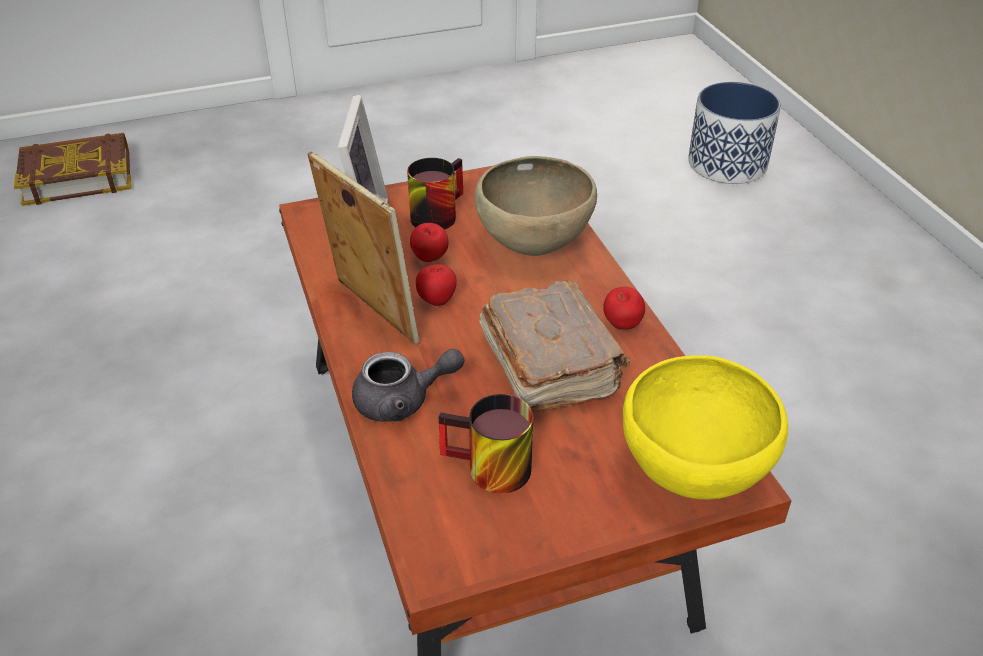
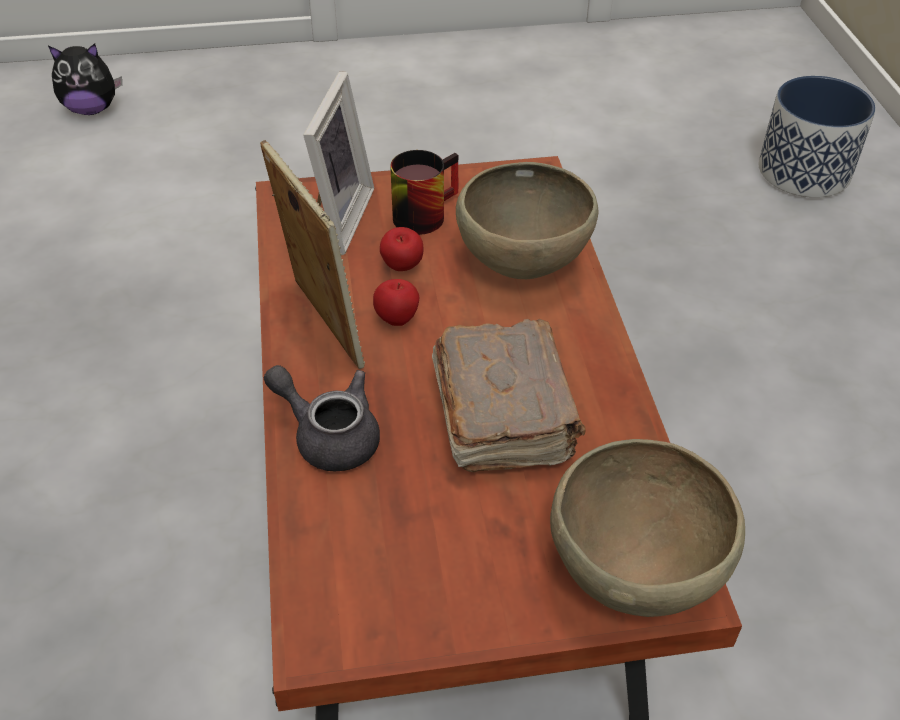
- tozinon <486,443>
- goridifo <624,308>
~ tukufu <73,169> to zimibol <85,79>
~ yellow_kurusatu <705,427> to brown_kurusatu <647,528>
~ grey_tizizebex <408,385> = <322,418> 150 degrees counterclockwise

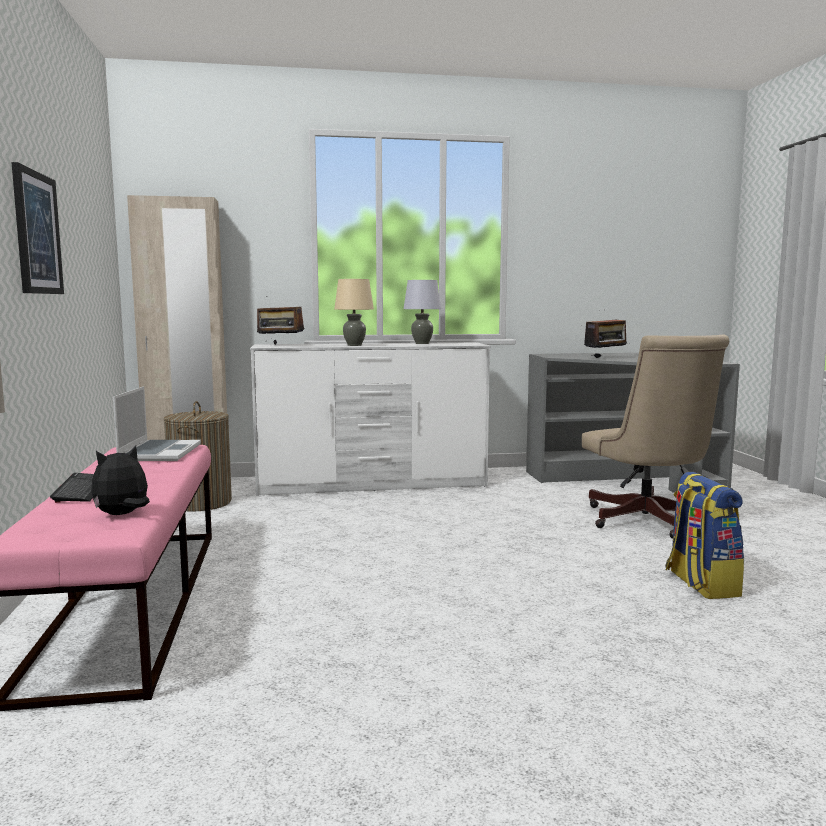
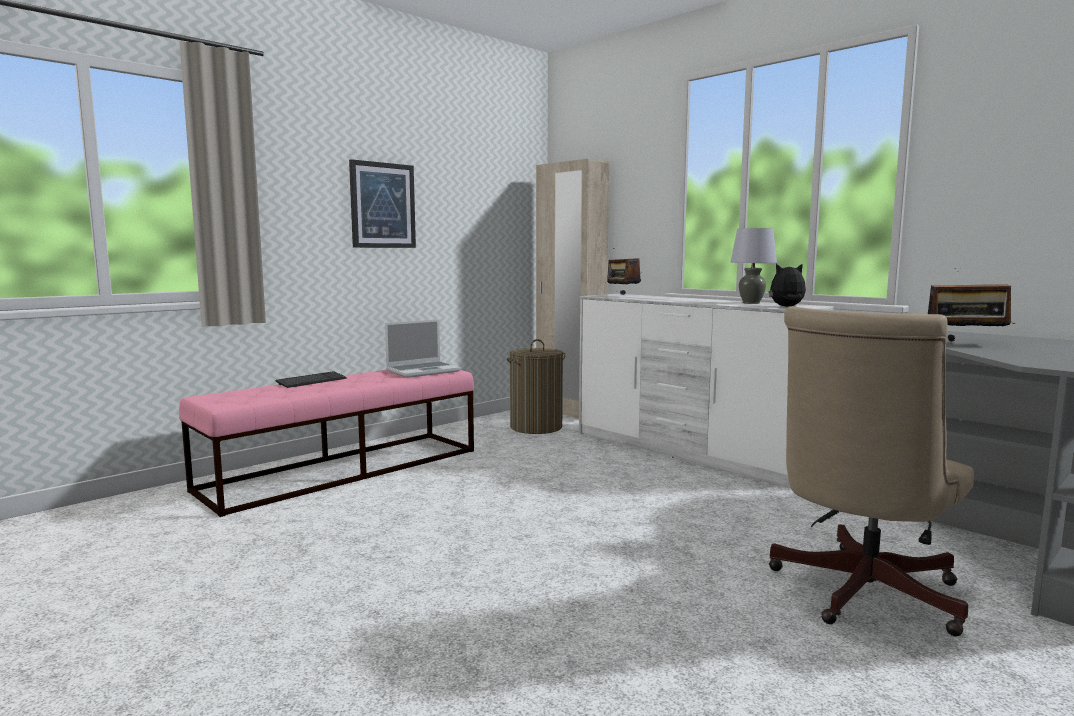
- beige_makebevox <354,312>
- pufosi <704,535>
~ zimibol <120,480> to <787,285>

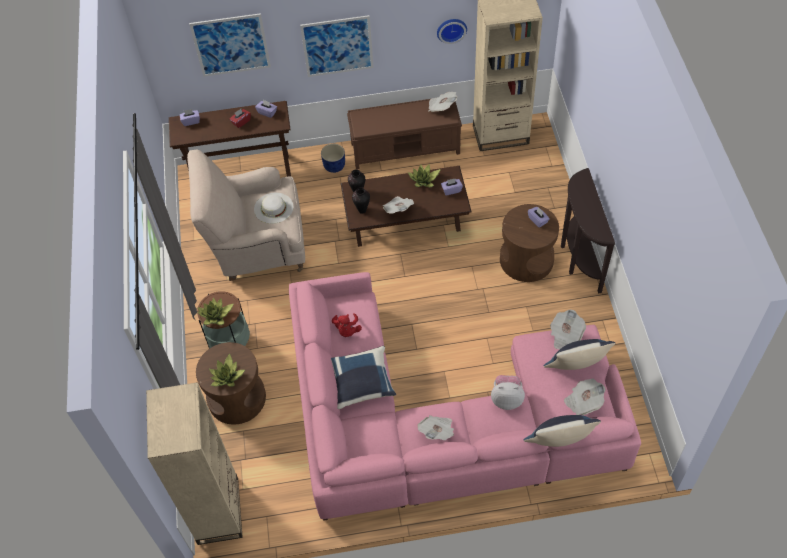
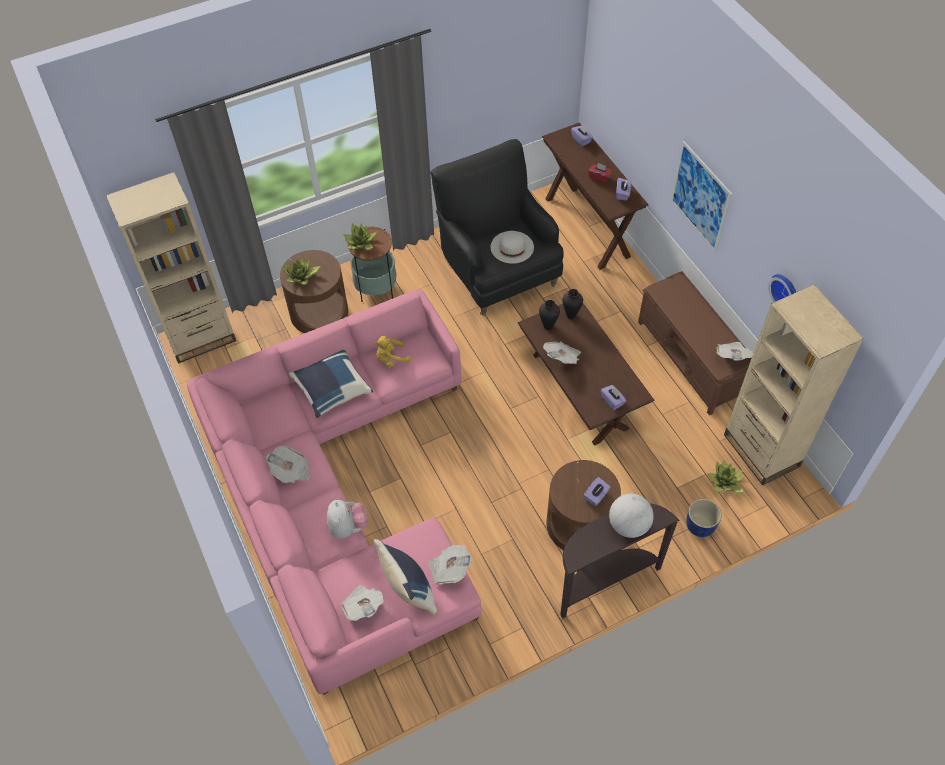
- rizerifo <230,45>
- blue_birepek <562,431>
+ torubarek <631,516>
~ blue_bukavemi <333,158> to <703,518>
~ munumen <424,175> to <725,476>
~ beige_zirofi <246,215> to black_zirofi <497,227>
~ red_zimibol <347,325> to yellow_zimibol <393,352>

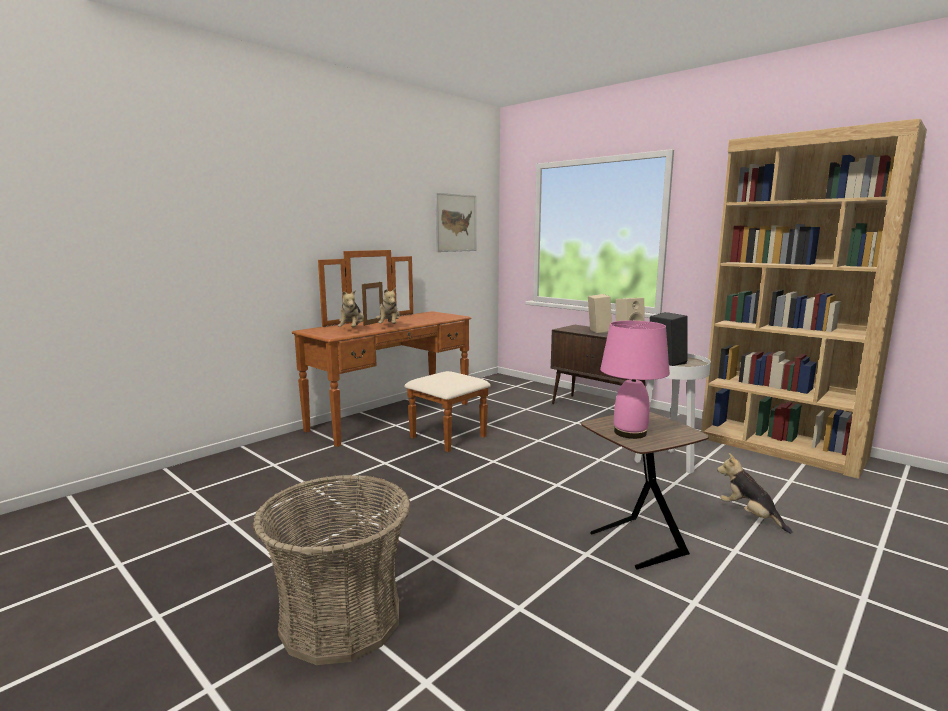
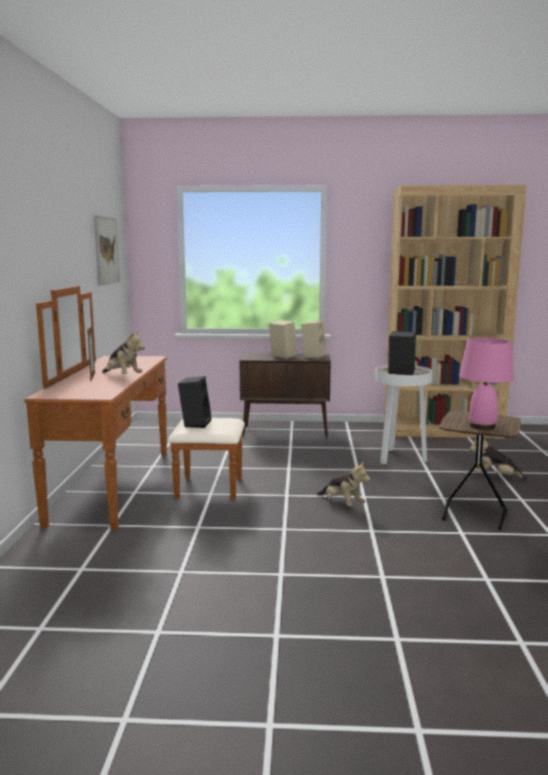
- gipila <332,570>
+ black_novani <195,402>
~ zimibol <351,308> to <344,484>

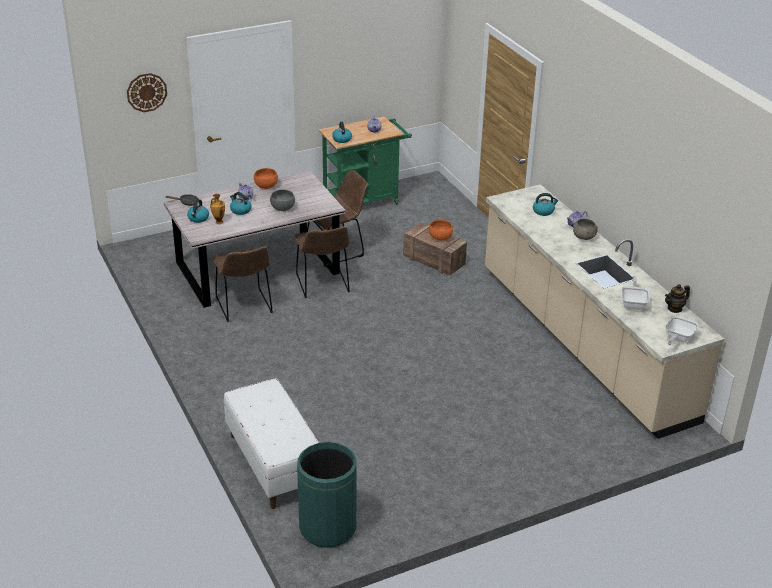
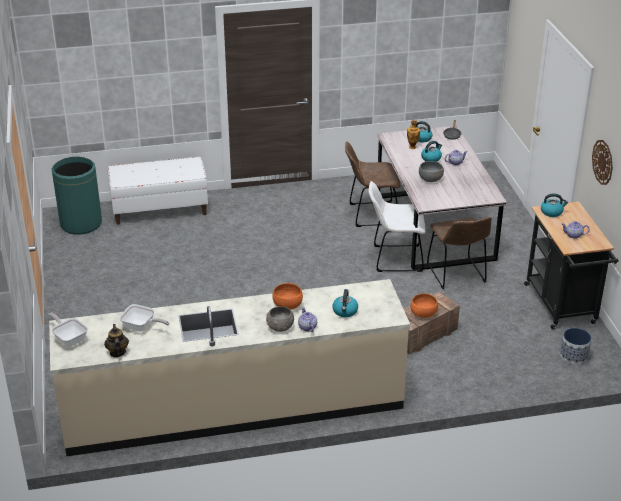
+ bukavemi <576,346>
~ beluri <147,92> to <602,162>
~ orange_kurusatu <266,178> to <287,296>
~ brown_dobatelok <322,262> to white_dobatelok <396,226>
~ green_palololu <365,160> to black_palololu <571,265>

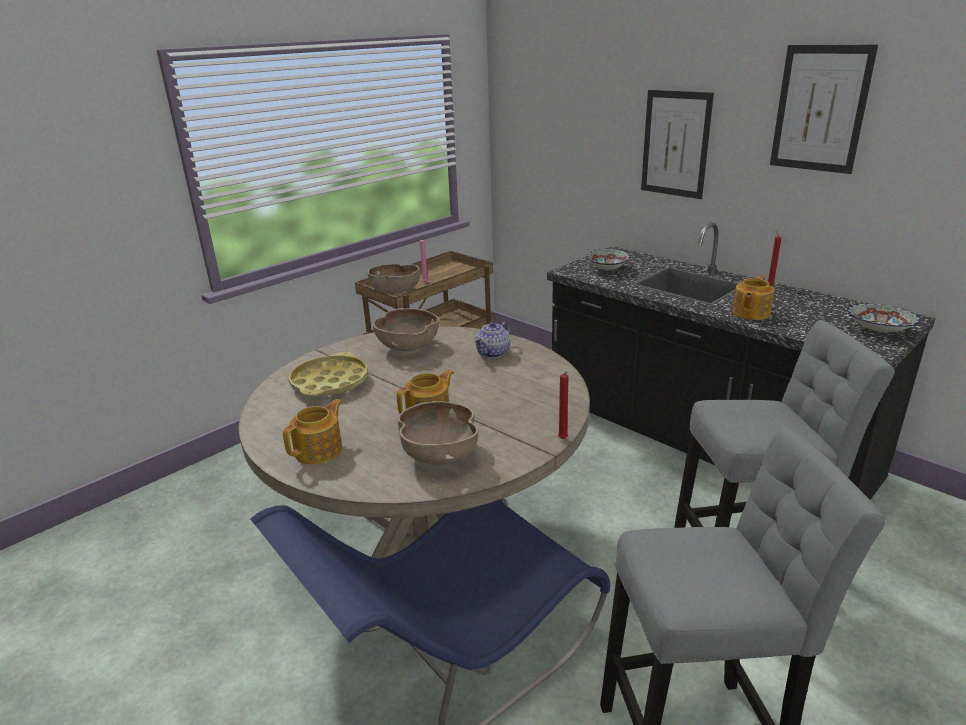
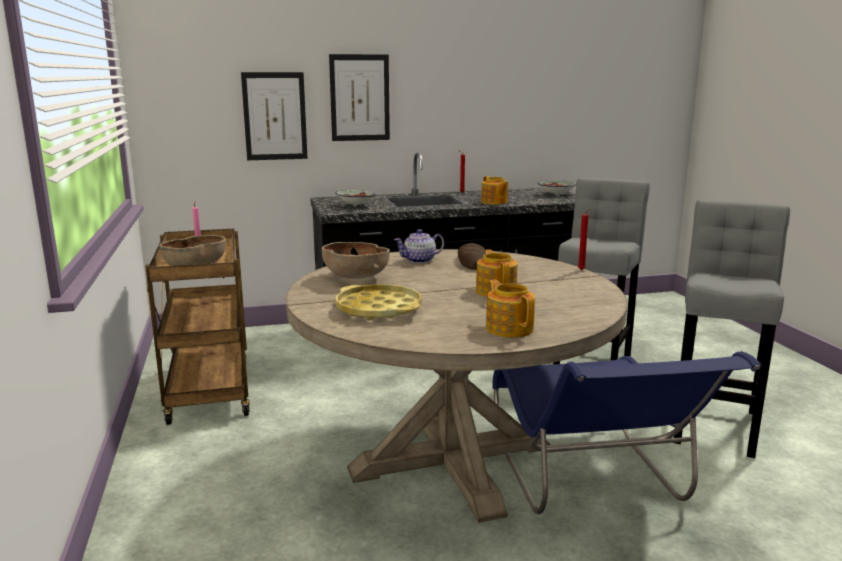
- brown_kurusatu <438,433>
+ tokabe <472,256>
~ rizerifo <824,109> to <274,116>
~ tizizebex <492,339> = <419,246> 90 degrees clockwise

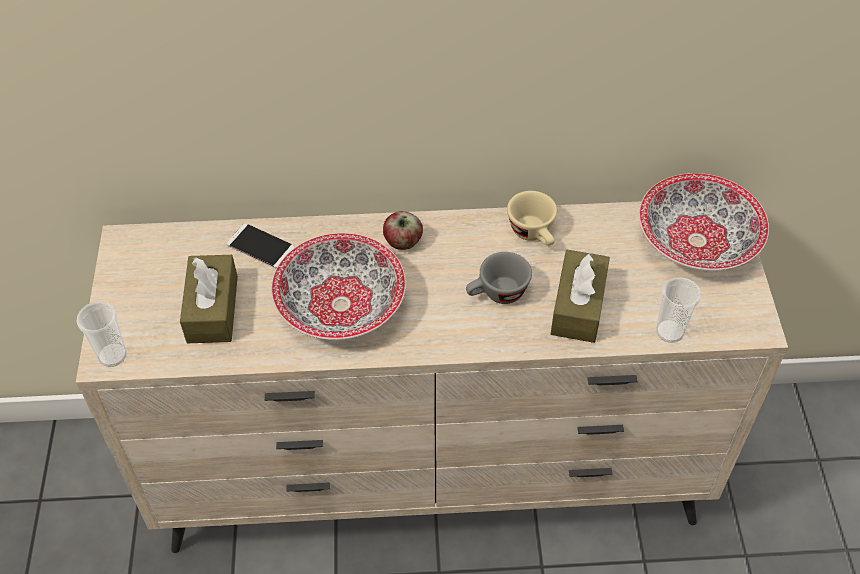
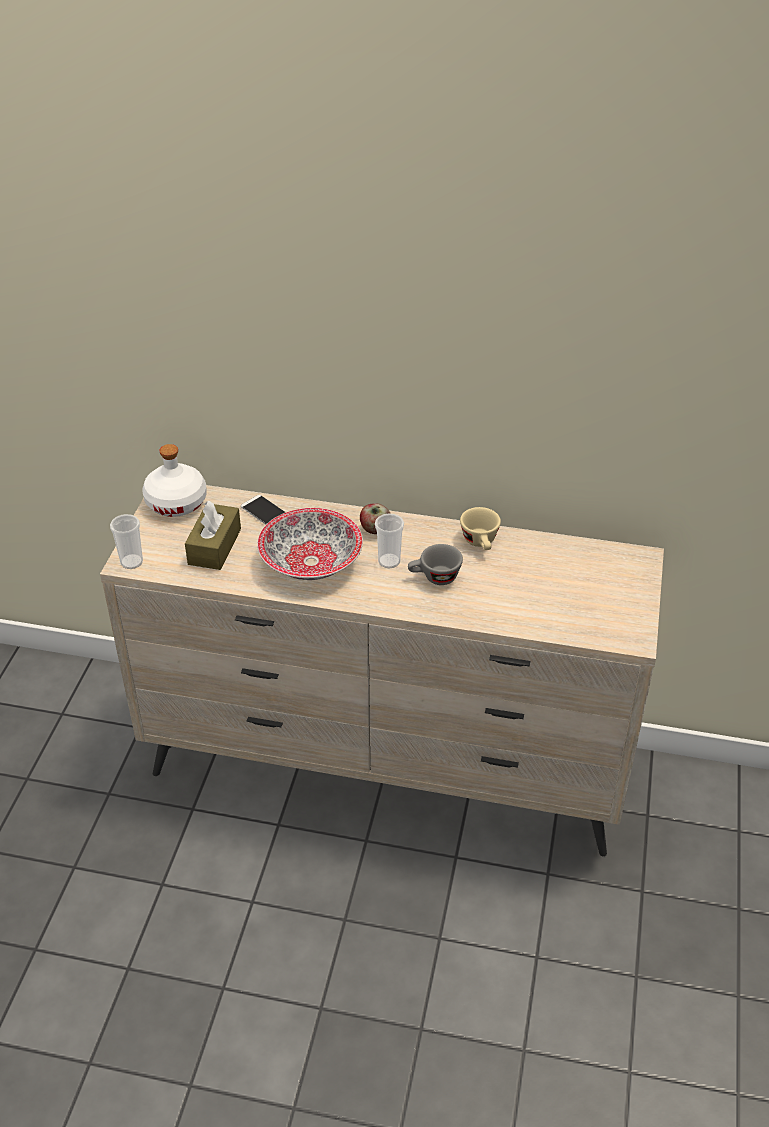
- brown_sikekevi <580,296>
- kurusatu <704,222>
+ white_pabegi <174,480>
~ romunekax <678,310> to <389,540>

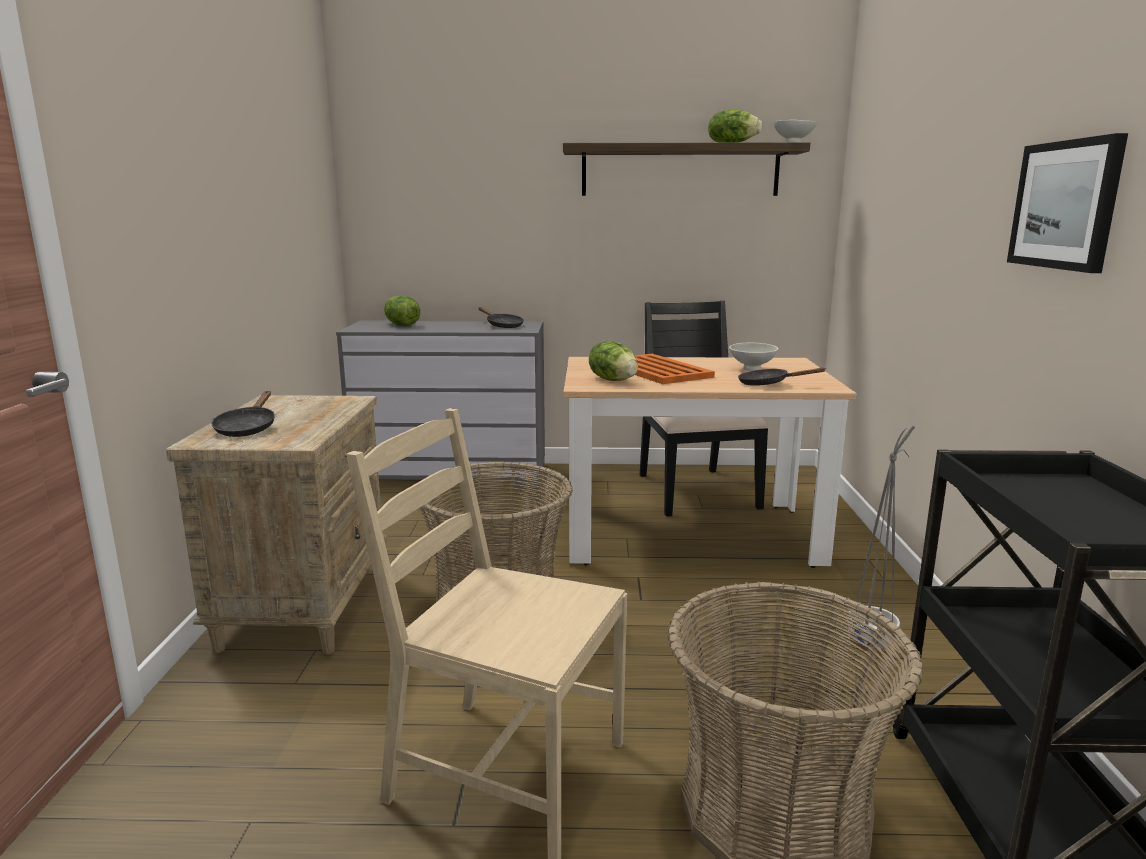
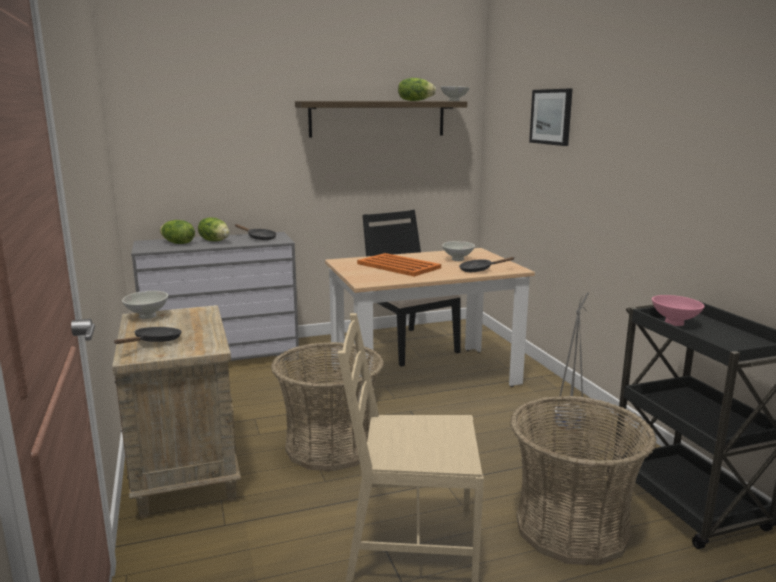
+ white_kurusatu <145,305>
+ pink_kurusatu <678,310>
~ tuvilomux <613,361> to <214,229>
~ rizerifo <1067,203> to <550,117>
~ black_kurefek <243,414> = <148,335> 135 degrees counterclockwise

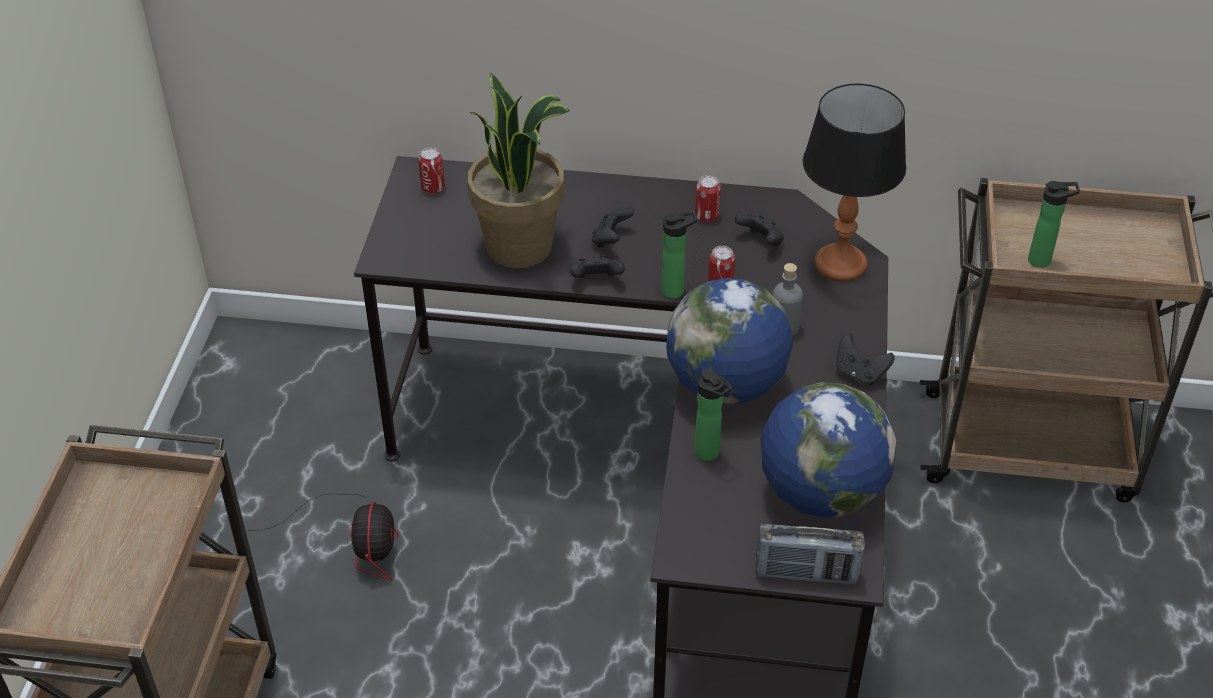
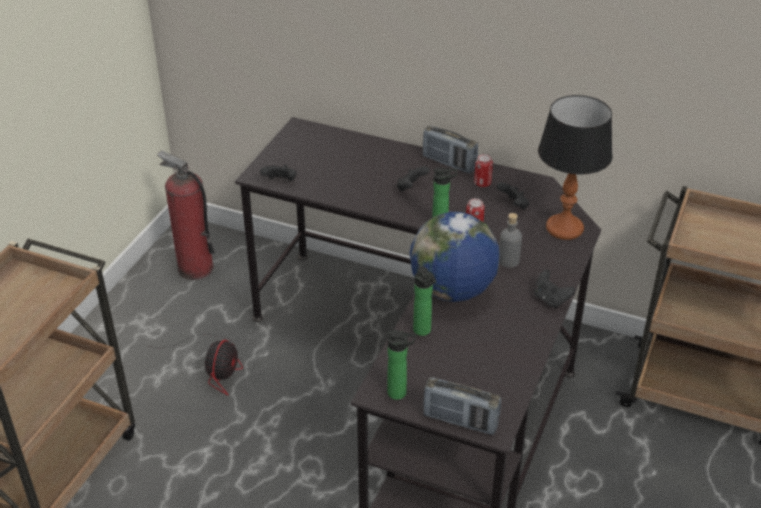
- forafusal <431,170>
- munumen <518,170>
- torubarek <828,450>
+ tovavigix <185,215>
+ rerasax <450,149>
~ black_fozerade <597,266> to <278,173>
~ pabegi <1054,224> to <401,365>

